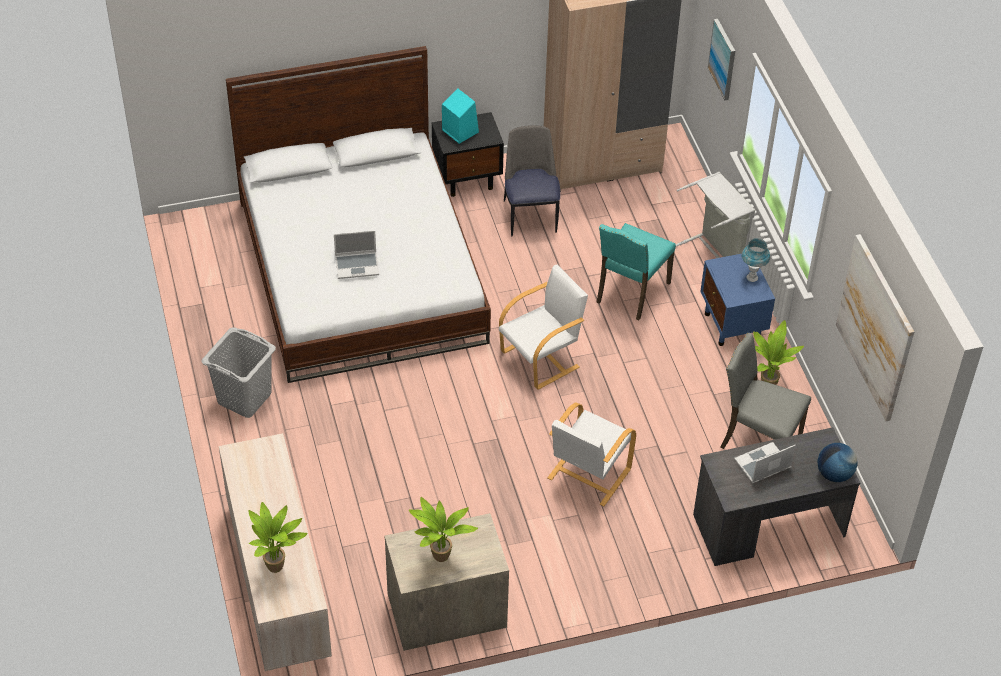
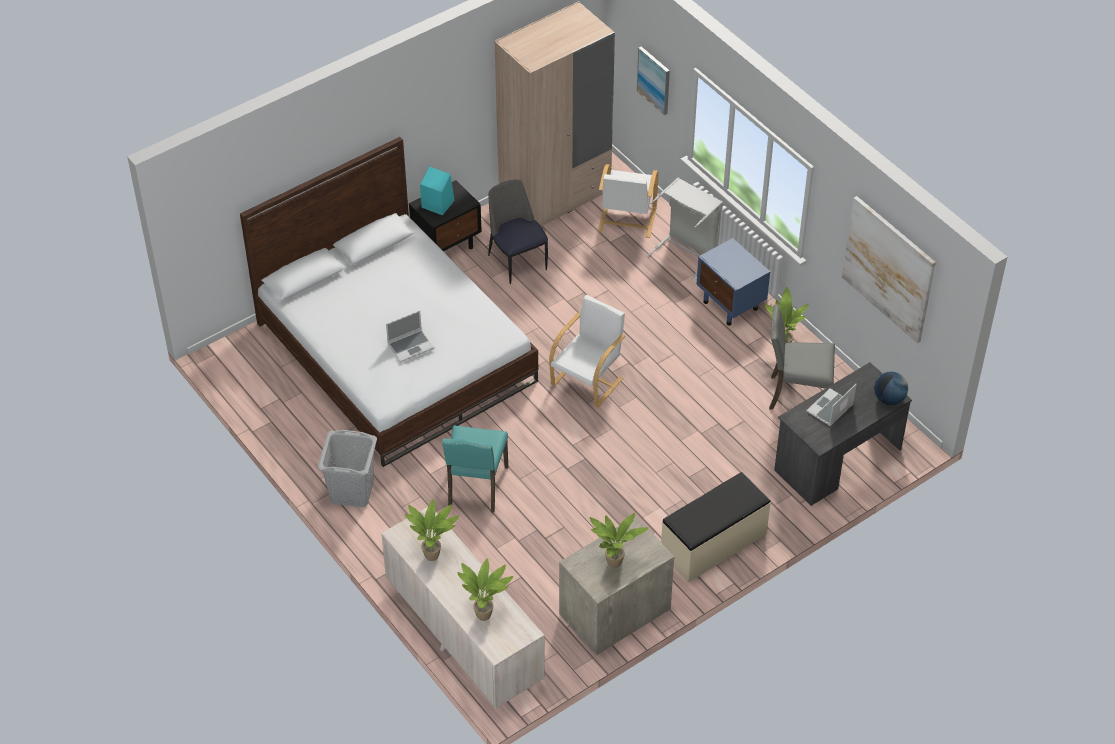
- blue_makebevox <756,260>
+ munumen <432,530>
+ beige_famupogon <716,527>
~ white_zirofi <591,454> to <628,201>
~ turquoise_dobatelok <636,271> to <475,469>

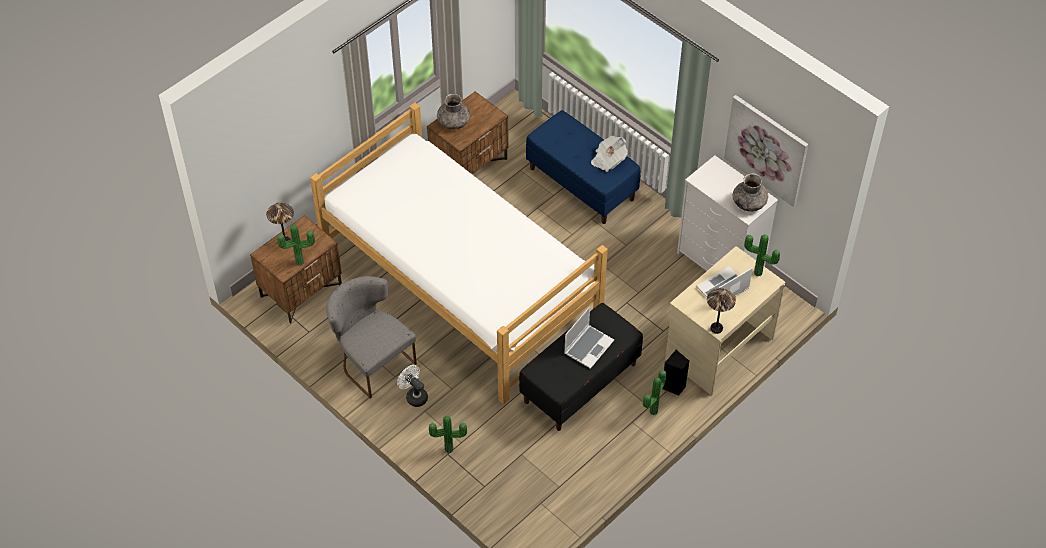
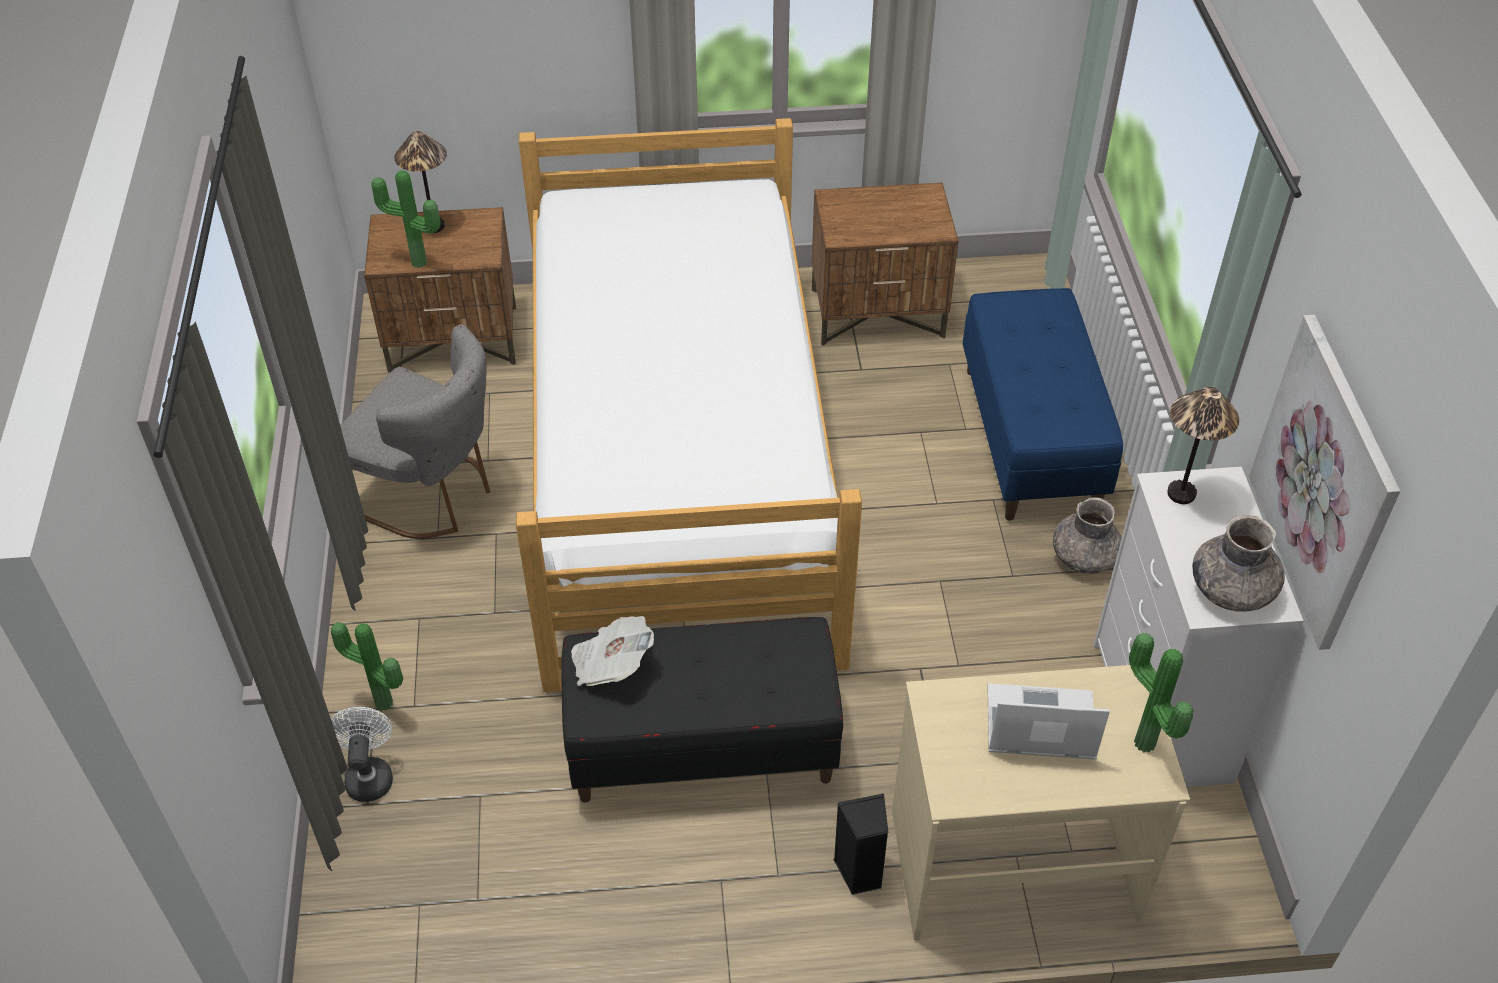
- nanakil <589,338>
- munumen <654,392>
~ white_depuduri <412,386> to <362,754>
~ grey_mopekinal <453,112> to <1087,535>
~ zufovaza <609,154> to <612,651>
~ makebevox <721,311> to <1203,445>
~ grey_dobatelok <371,337> = <415,431> 120 degrees clockwise

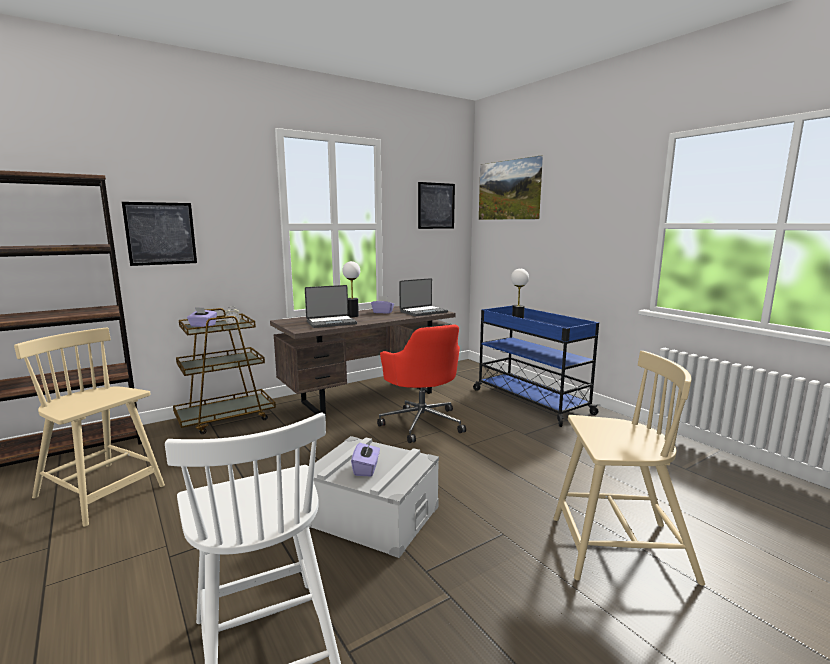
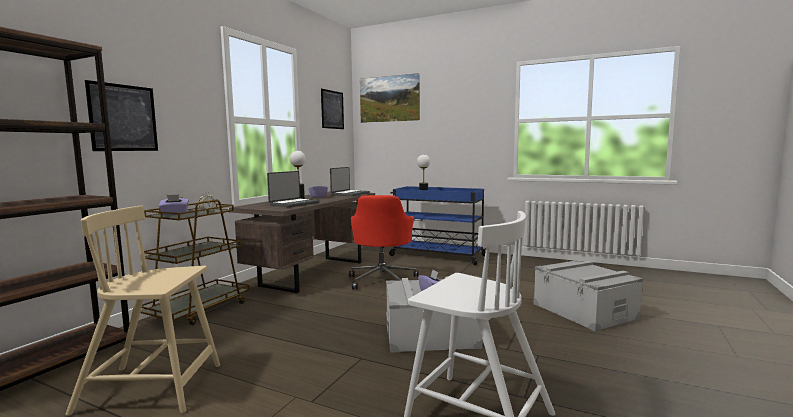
~ beige_dobatelok <629,468> to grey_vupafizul <588,296>
~ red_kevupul <421,383> = <384,242> 60 degrees clockwise

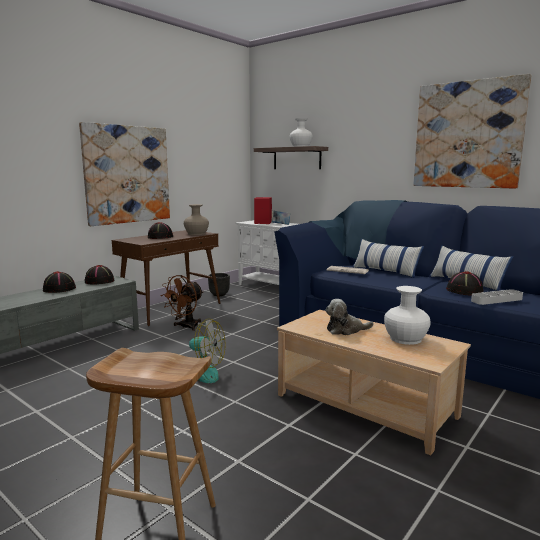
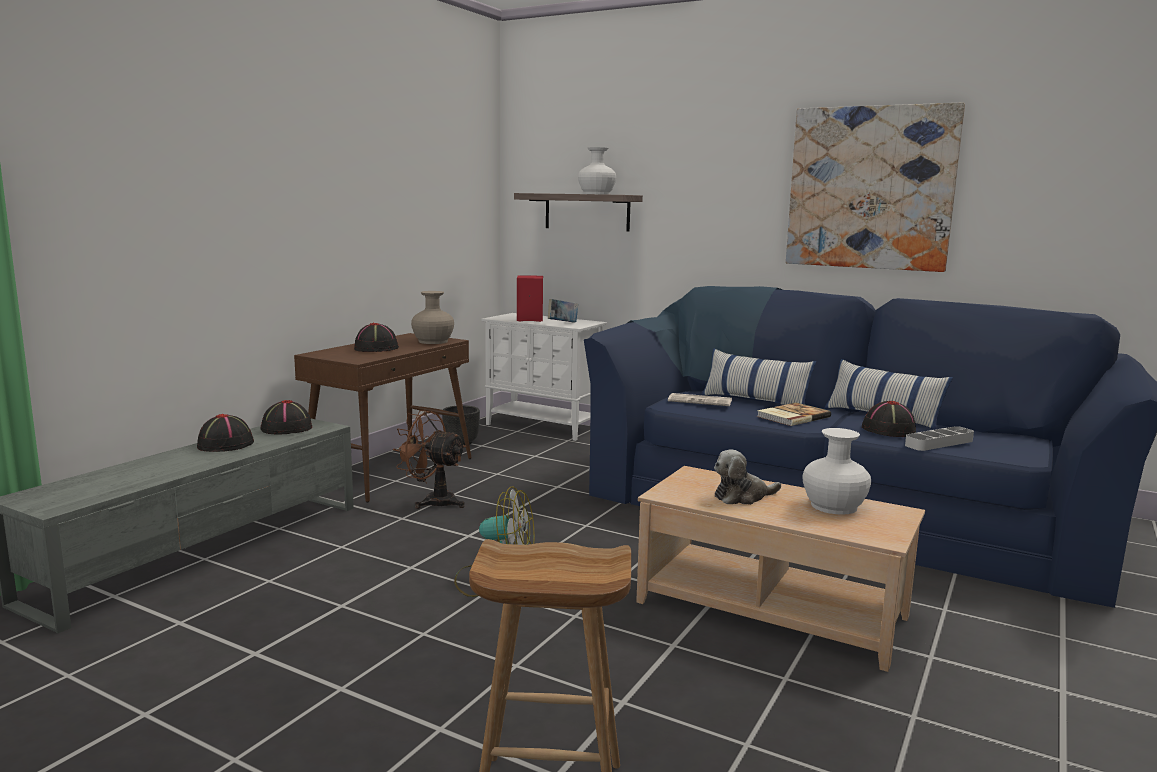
- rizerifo <124,174>
+ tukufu <794,414>
~ brown_depuduri <182,303> = <429,459> 90 degrees clockwise

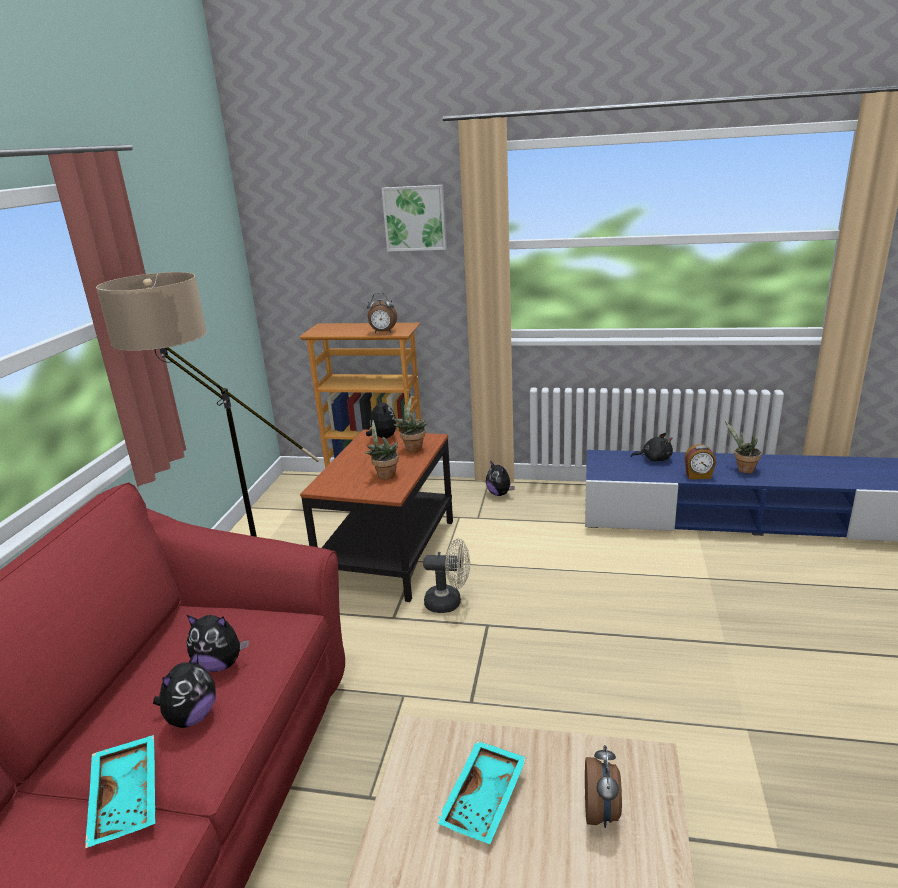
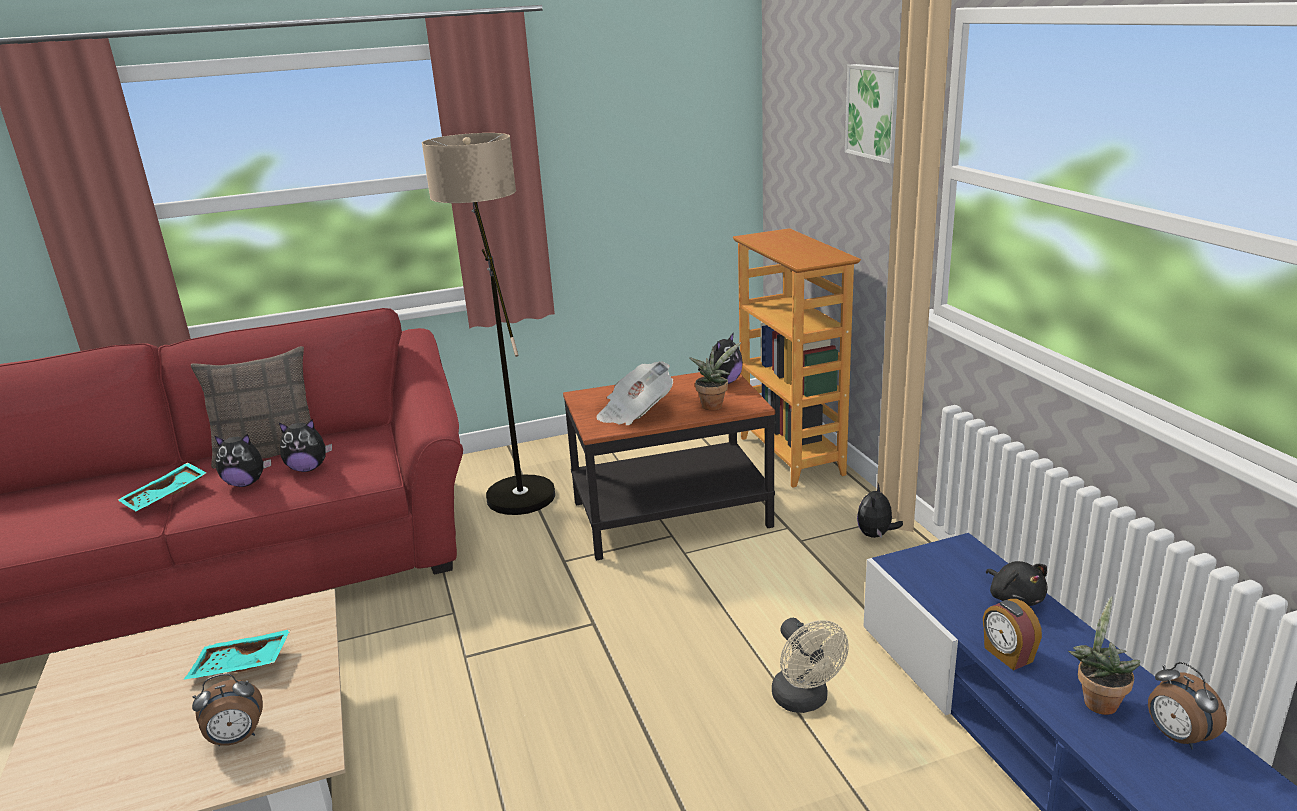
+ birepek <251,407>
~ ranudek <382,313> to <1187,705>
~ beige_depuduri <446,575> to <810,665>
~ munumen <381,450> to zufovaza <634,393>
~ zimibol <218,643> = <305,445> 75 degrees counterclockwise

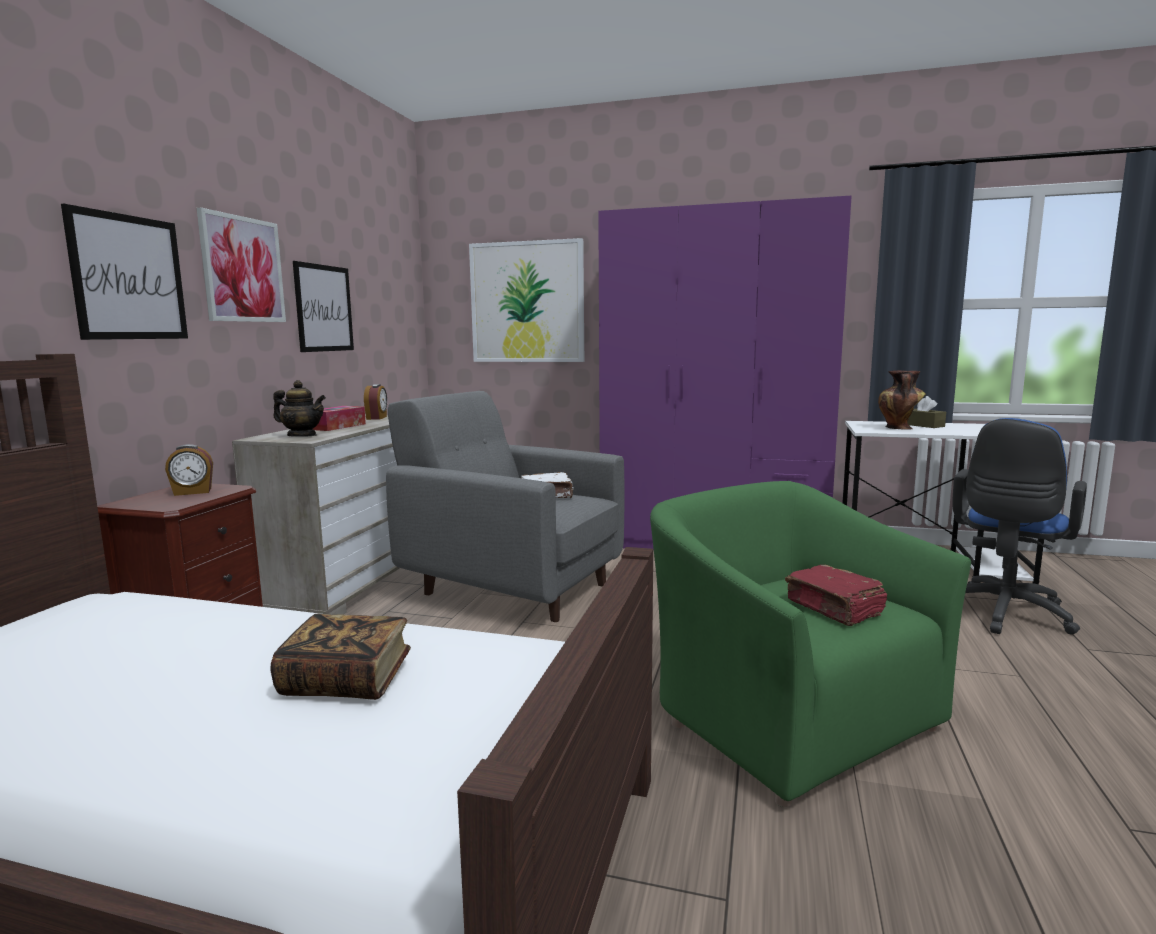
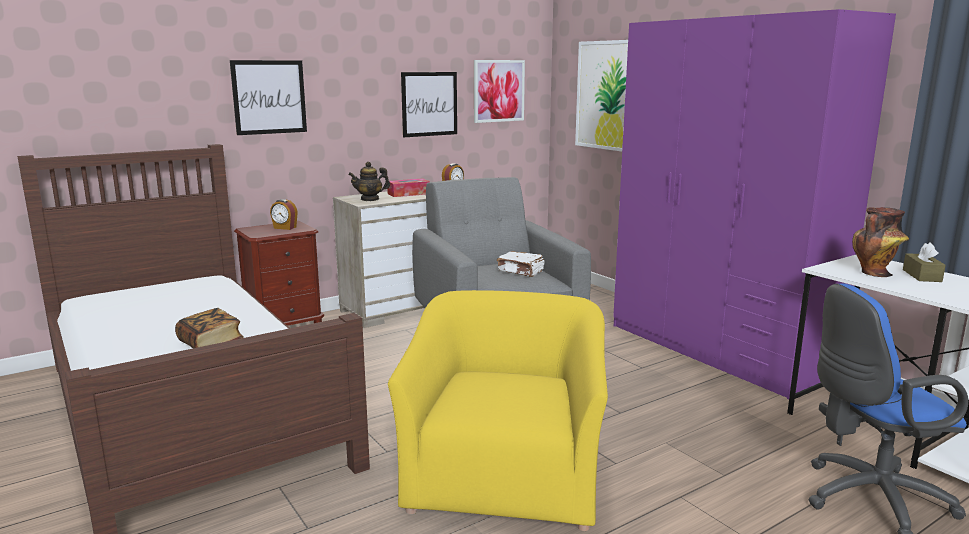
- red_tukufu <836,595>
~ rizerifo <241,265> to <499,91>
~ green_zirofi <810,644> to yellow_zirofi <498,410>
~ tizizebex <299,408> = <369,181> 105 degrees clockwise

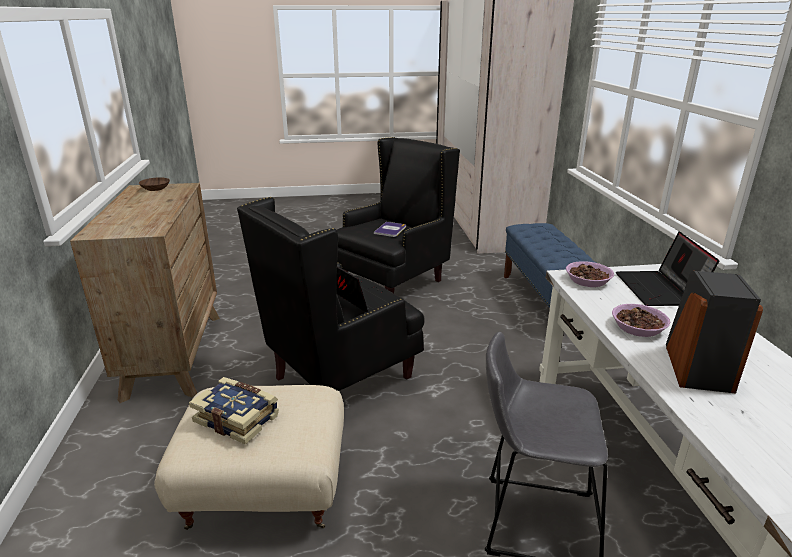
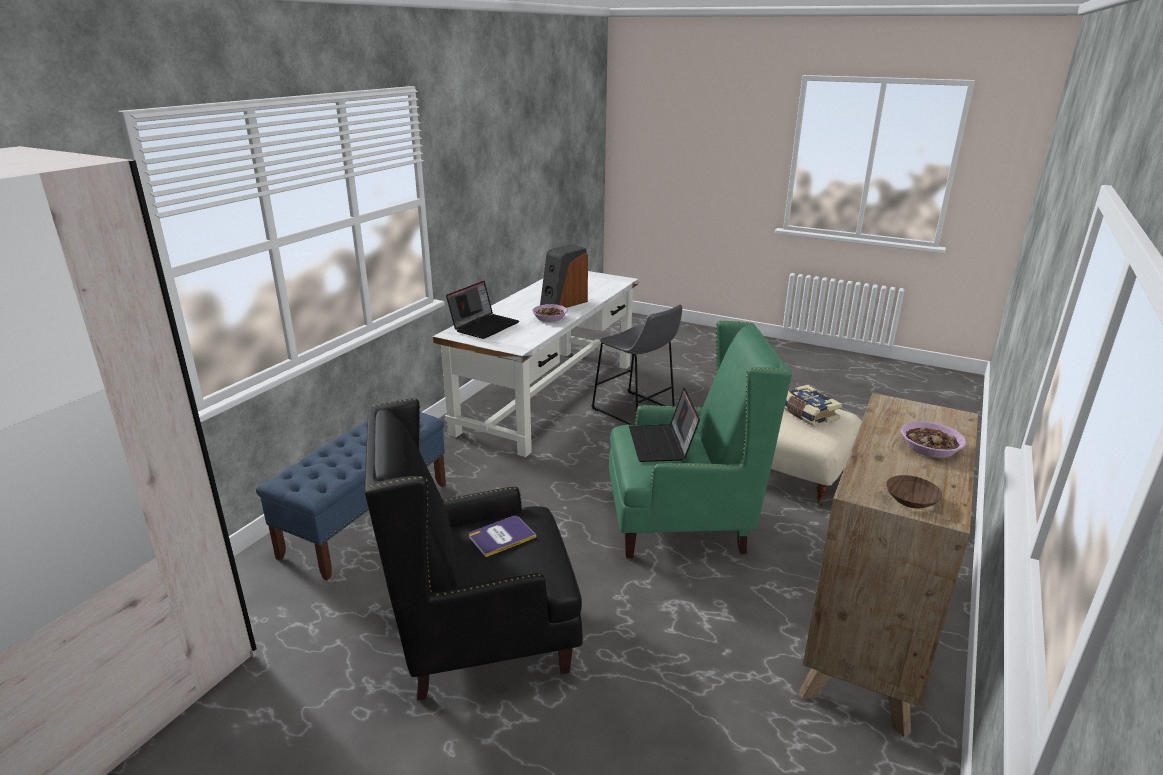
~ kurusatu <590,274> to <933,439>
~ black_zirofi <331,294> to green_zirofi <700,439>

